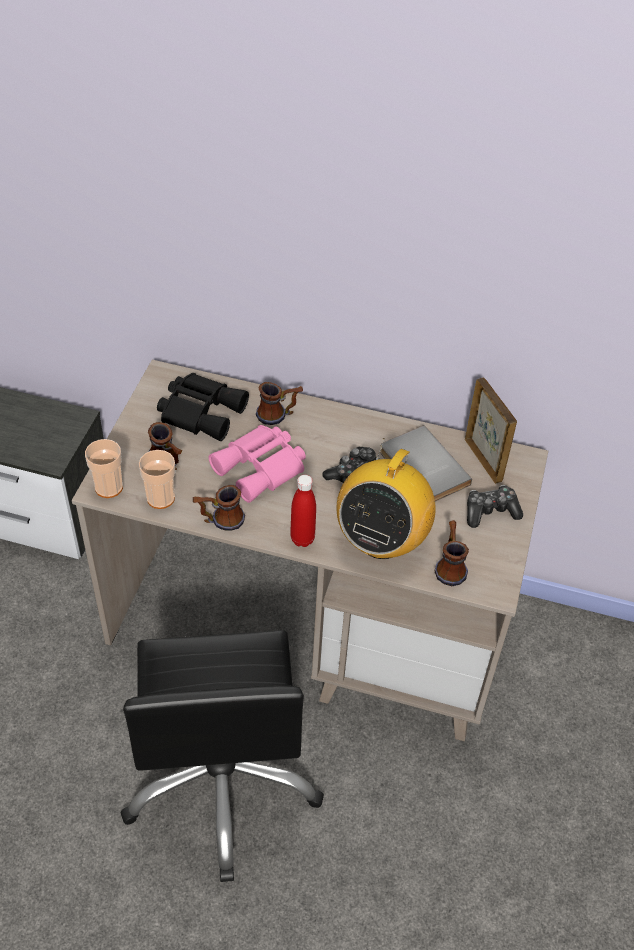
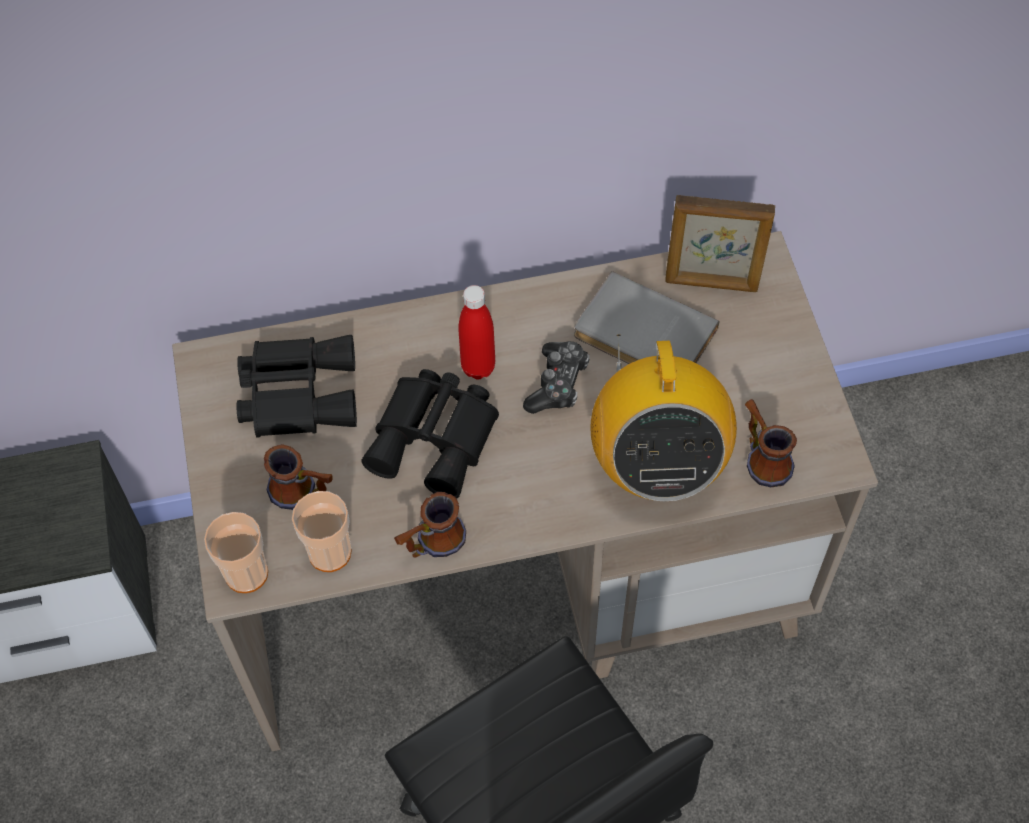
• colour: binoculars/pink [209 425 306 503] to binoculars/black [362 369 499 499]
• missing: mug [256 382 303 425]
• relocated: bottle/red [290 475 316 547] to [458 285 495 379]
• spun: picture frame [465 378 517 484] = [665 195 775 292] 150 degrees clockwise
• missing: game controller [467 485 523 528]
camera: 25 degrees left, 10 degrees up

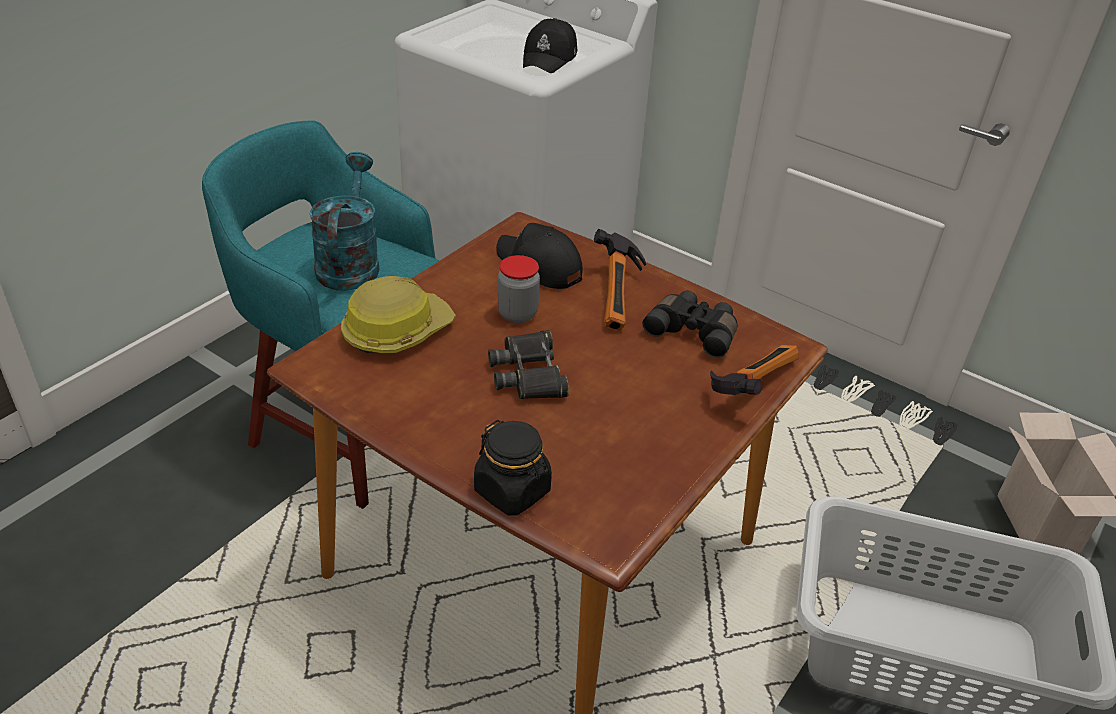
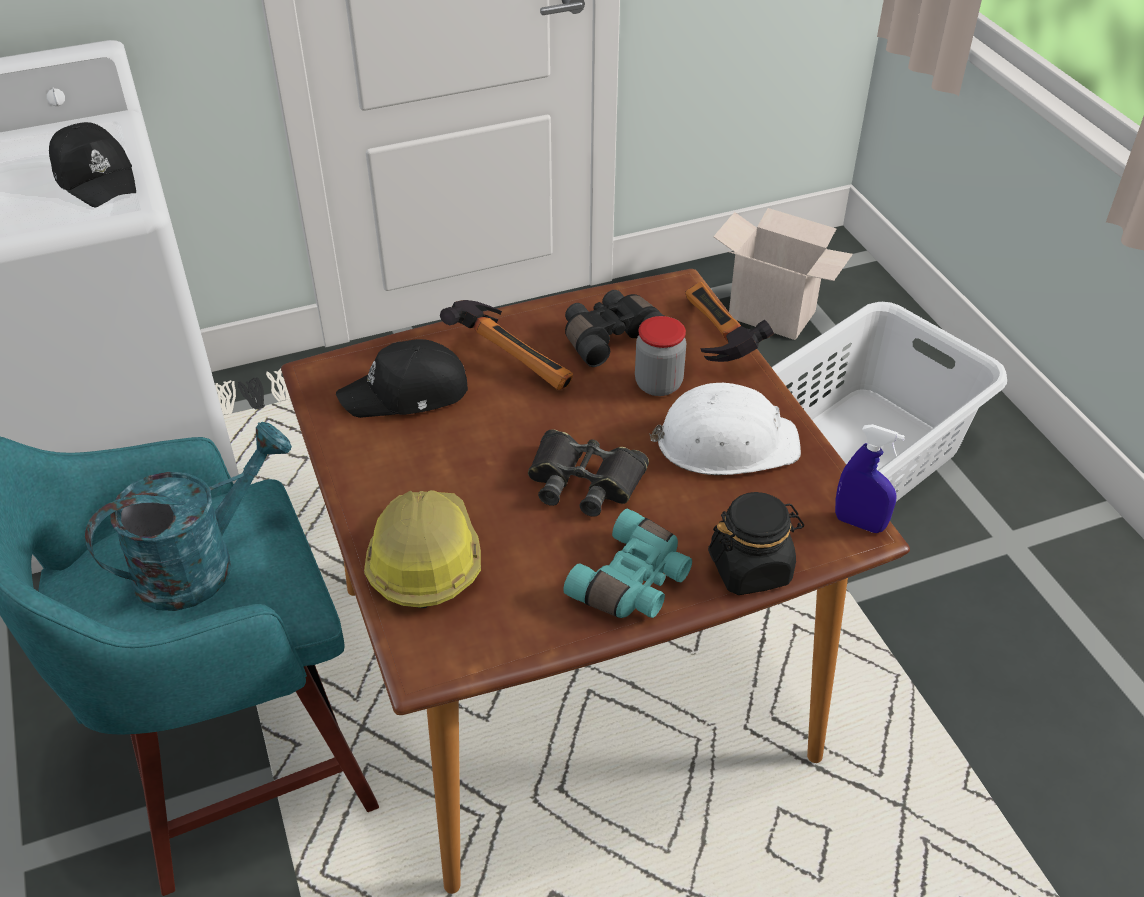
• spun: watering can/turquoise [309 152 380 291] = [85 422 292 611] 105 degrees clockwise
• relocated: jar [497 255 540 323] to [635 316 686 396]
• appeared: binoculars/turquoise [563 509 692 618]
• appeared: hard hat/white [649 383 801 475]
• appeared: spray bottle/blue [835 424 905 533]
camera: 55 degrees left, 5 degrees up

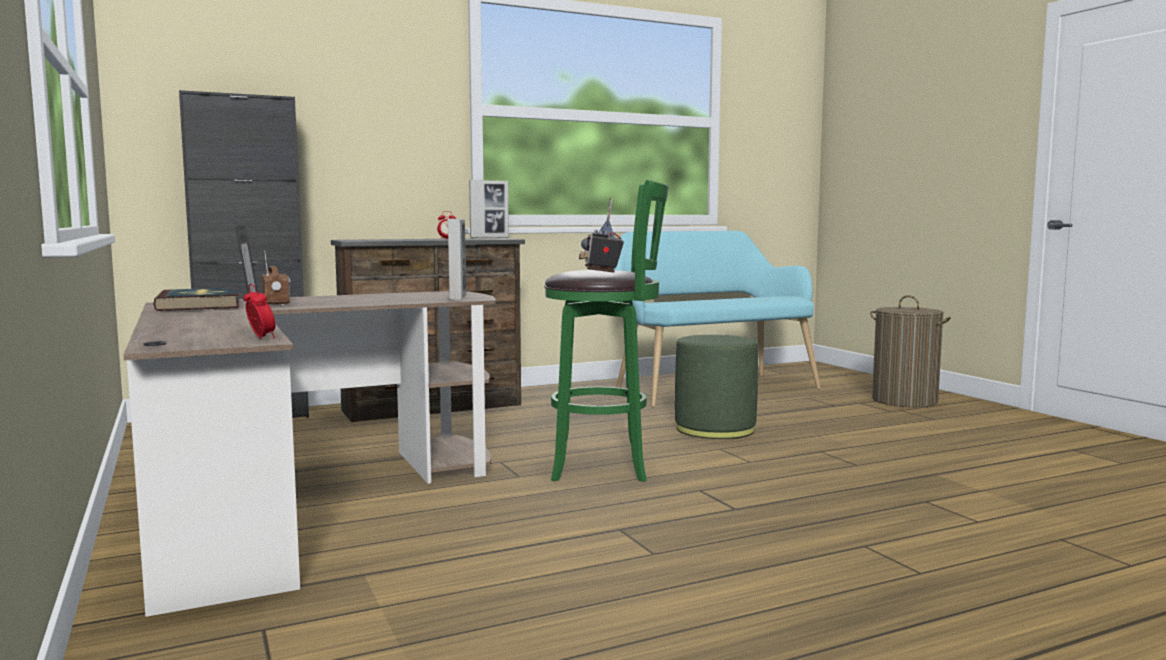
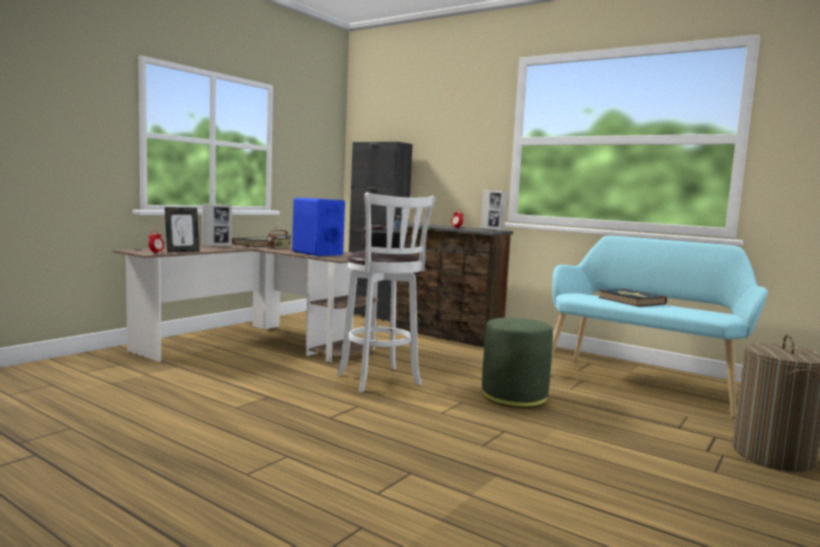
• relocated: picture frame [447 218 466 300] to [202 204 232 247]
• colour: stool/green [544 180 669 482] to stool/white [337 193 435 393]
• appeared: speaker/blue [292 198 345 256]
• appeared: book [598 289 667 307]
camera: 60 degrees right, 0 degrees up

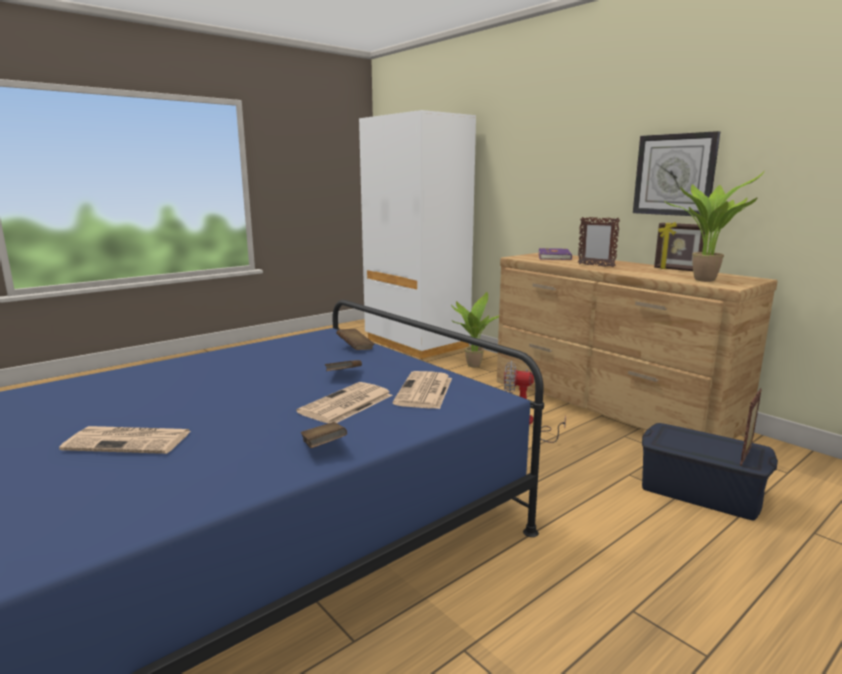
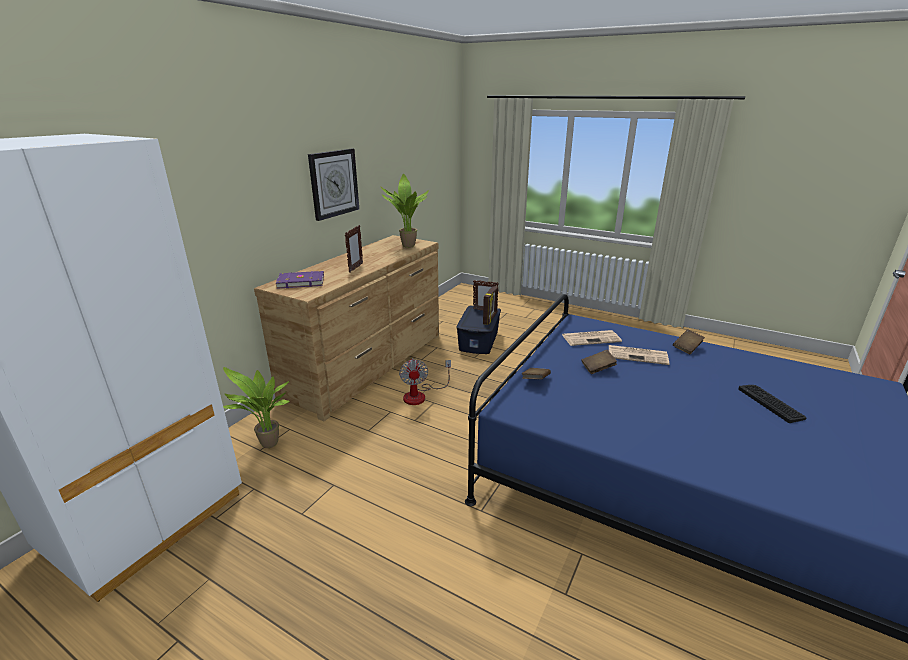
• exchanged: newspaper [59 426 191 454] to keyboard [738 385 806 423]
• relocated: picture frame [654 222 705 271] to [483 286 498 325]
camera: 110 degrees left, 10 degrees up

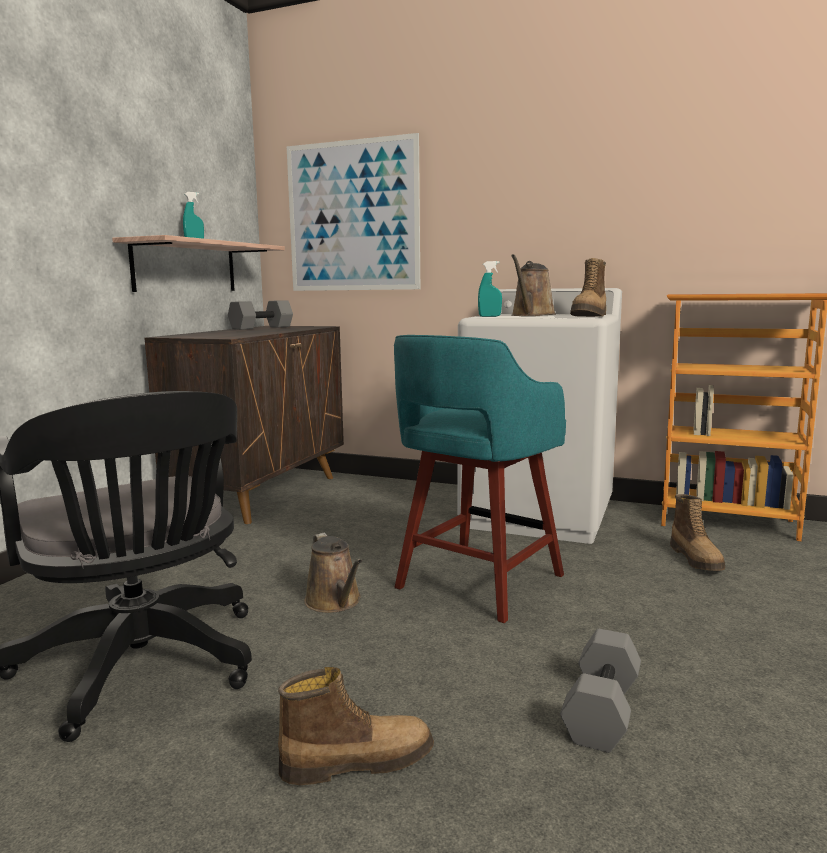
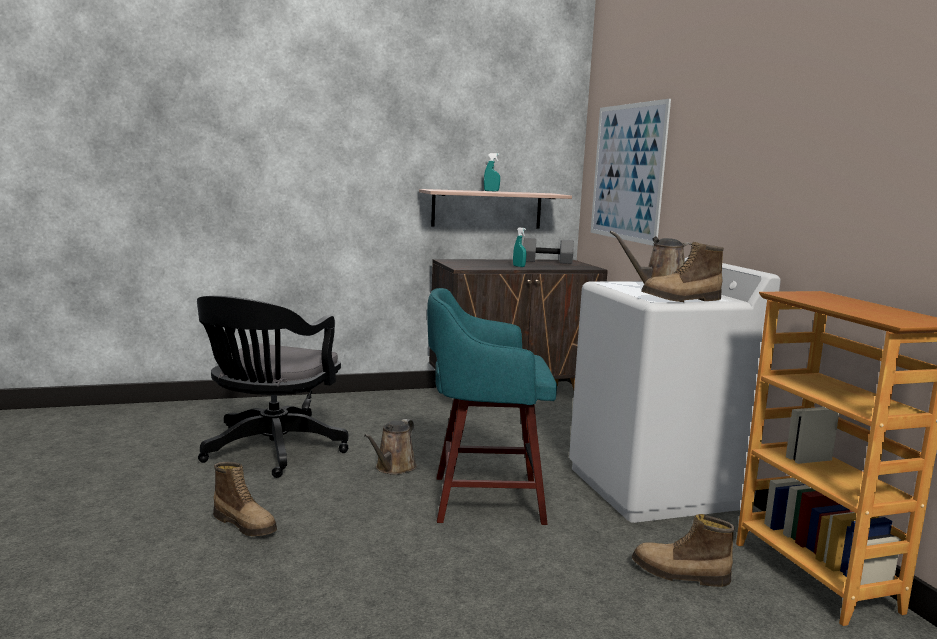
• relocated: spray bottle/turquoise [478 261 502 317] to [513 228 526 267]
• missing: dumbbell/grey [560 629 641 753]
• spun: boot [670 494 725 571] = [632 514 735 587] 60 degrees clockwise
camera: 50 degrees right, 0 degrees up

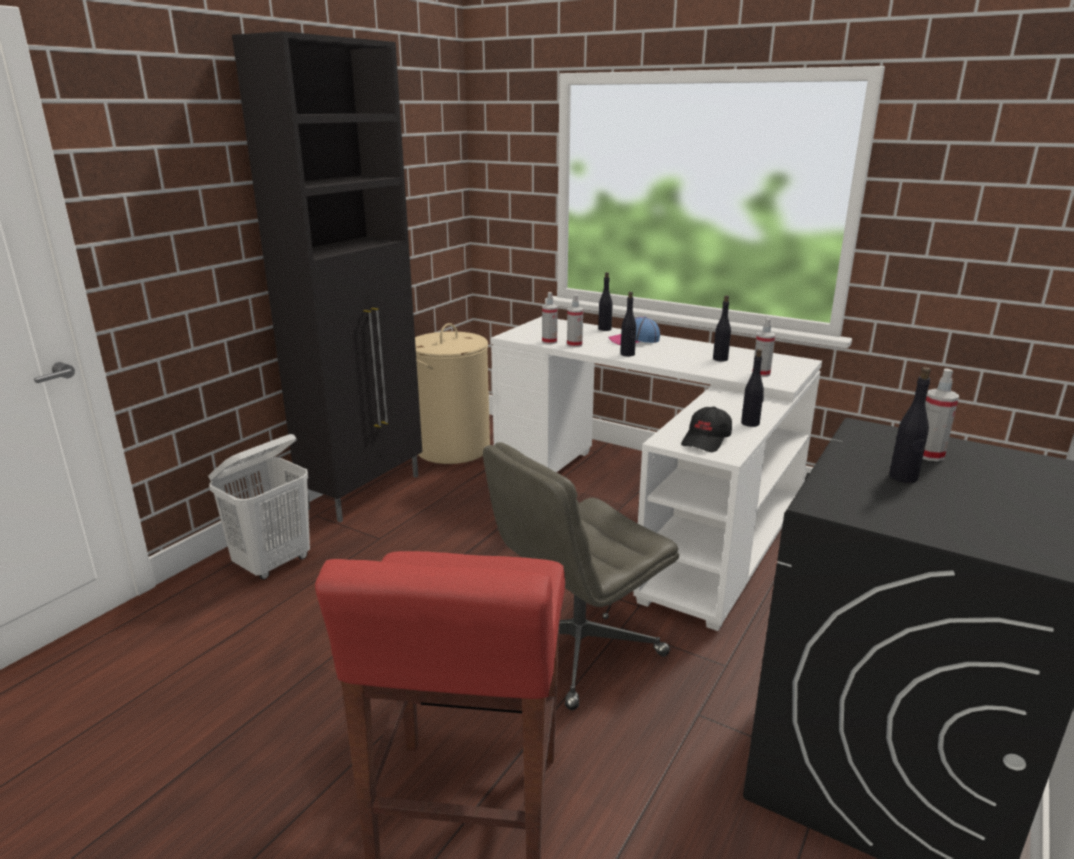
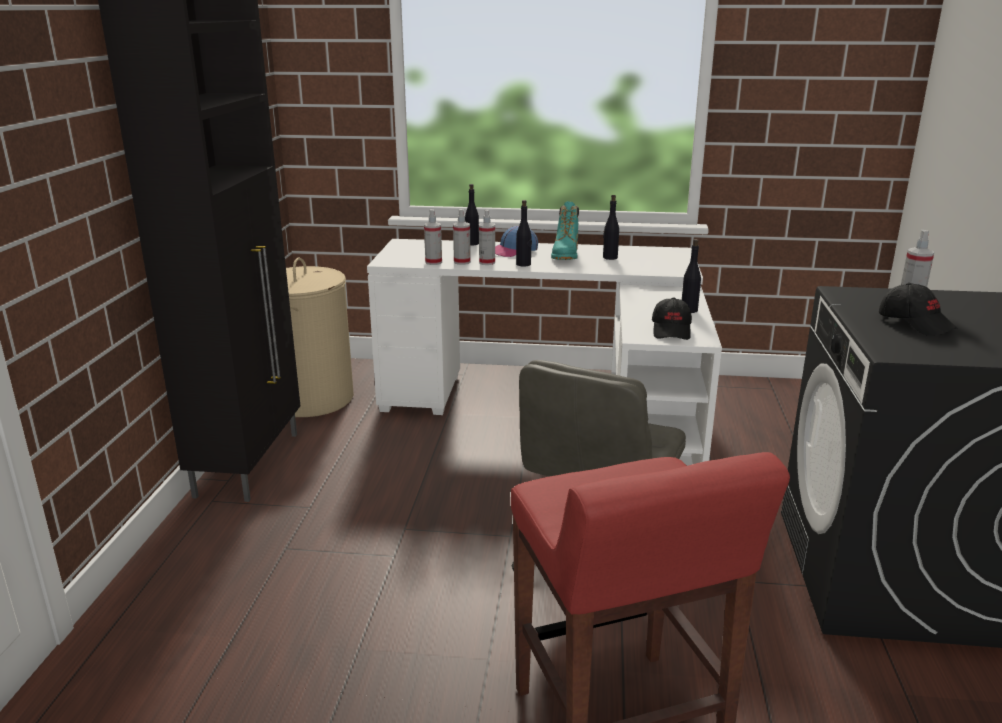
• missing: laundry basket/white [208 434 310 580]
• relocated: spray bottle [752 318 775 377] to [479 210 495 265]
• exchanged: bottle/black [889 367 931 483] to cap/black [879 283 958 336]
• appeared: boot/turquoise [551 201 579 260]
camera: 25 degrees left, 0 degrees up

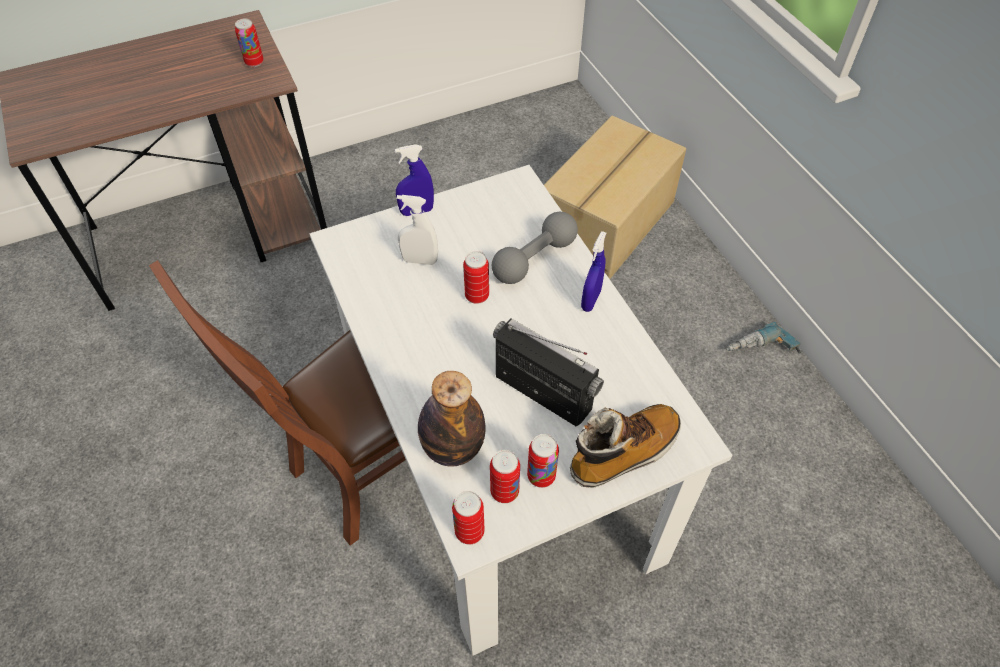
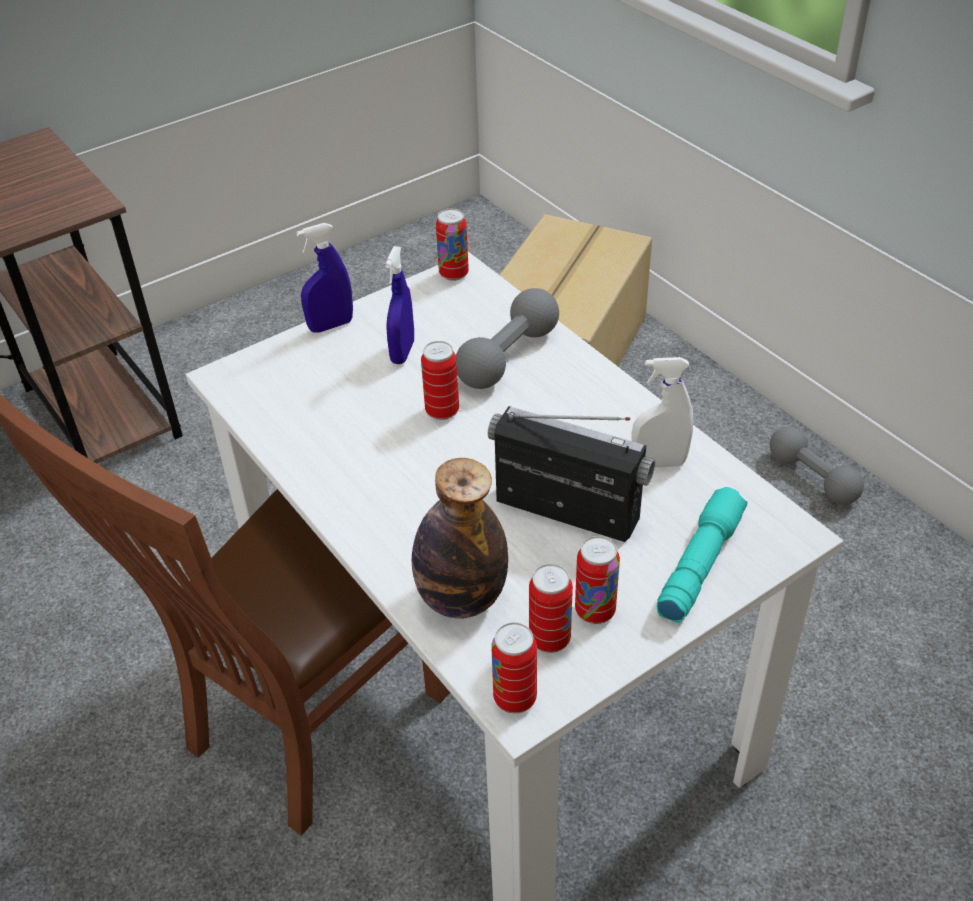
• relocated: can [235 18 264 67] to [436 209 469 281]
• relocated: spray bottle/white [397 195 438 265] to [632 357 693 468]
• exchanged: boot [570 404 681 488] to flashlight/turquoise [657 487 748 623]
• relocated: spray bottle/blue [581 231 606 312] to [385 246 414 364]
• exchanged: power drill [726 322 801 354] to dumbbell/grey [770 426 864 505]
camera: 10 degrees left, 10 degrees down

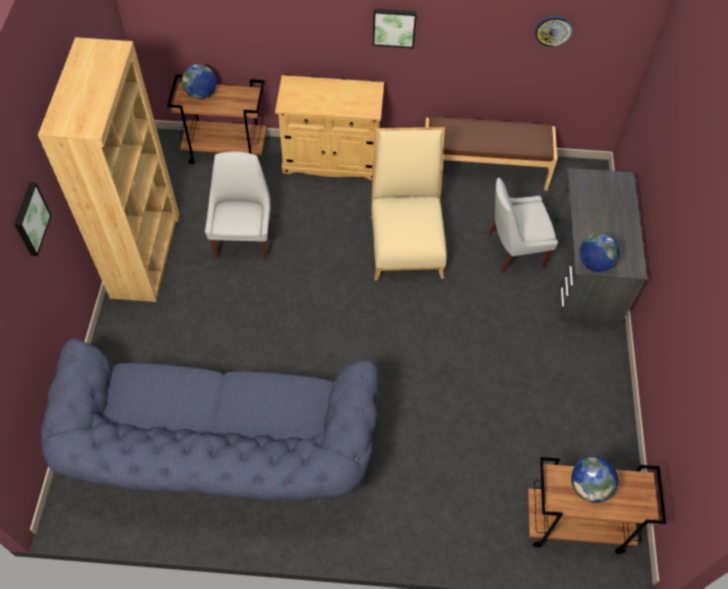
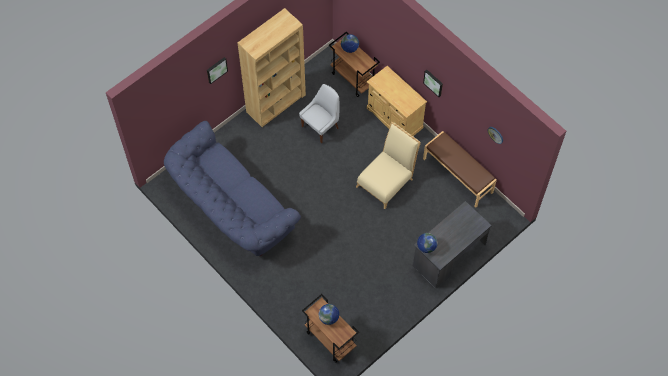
• missing: chair/white [488 178 558 273]
camera: 45 degrees right, 5 degrees up

